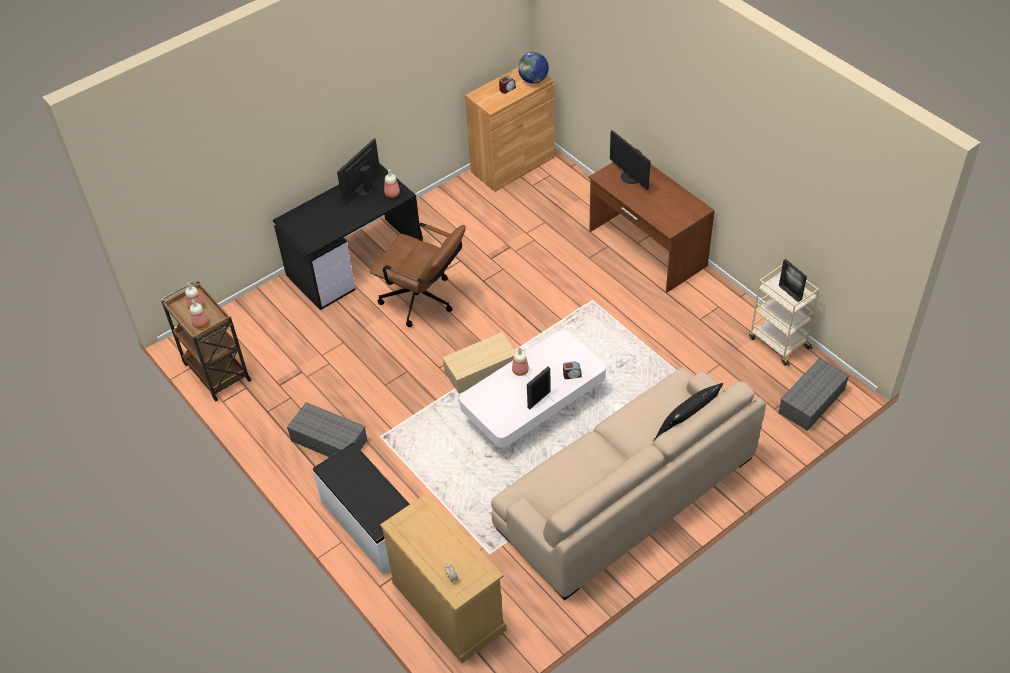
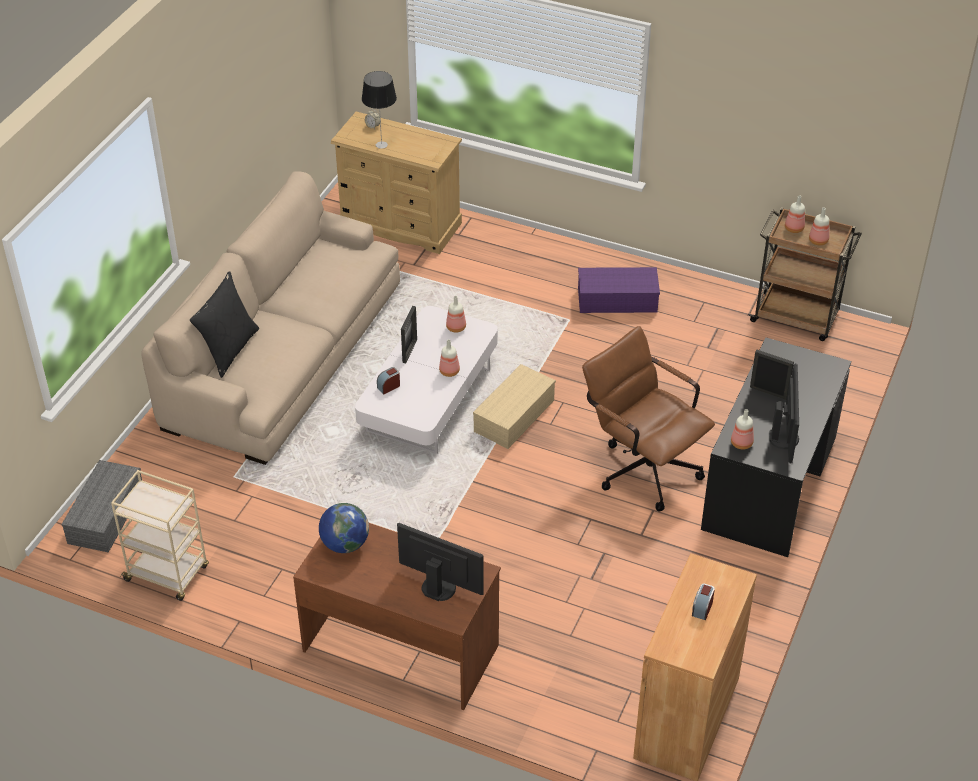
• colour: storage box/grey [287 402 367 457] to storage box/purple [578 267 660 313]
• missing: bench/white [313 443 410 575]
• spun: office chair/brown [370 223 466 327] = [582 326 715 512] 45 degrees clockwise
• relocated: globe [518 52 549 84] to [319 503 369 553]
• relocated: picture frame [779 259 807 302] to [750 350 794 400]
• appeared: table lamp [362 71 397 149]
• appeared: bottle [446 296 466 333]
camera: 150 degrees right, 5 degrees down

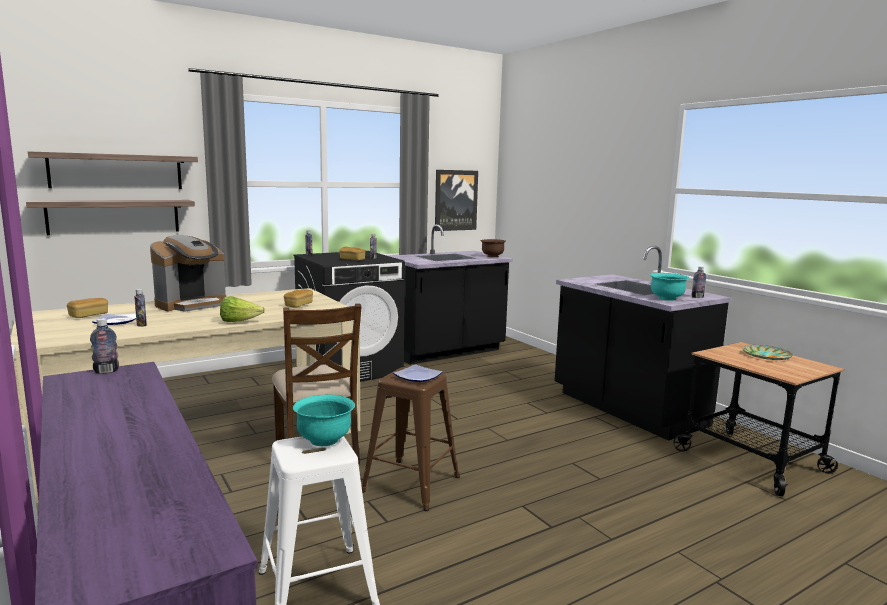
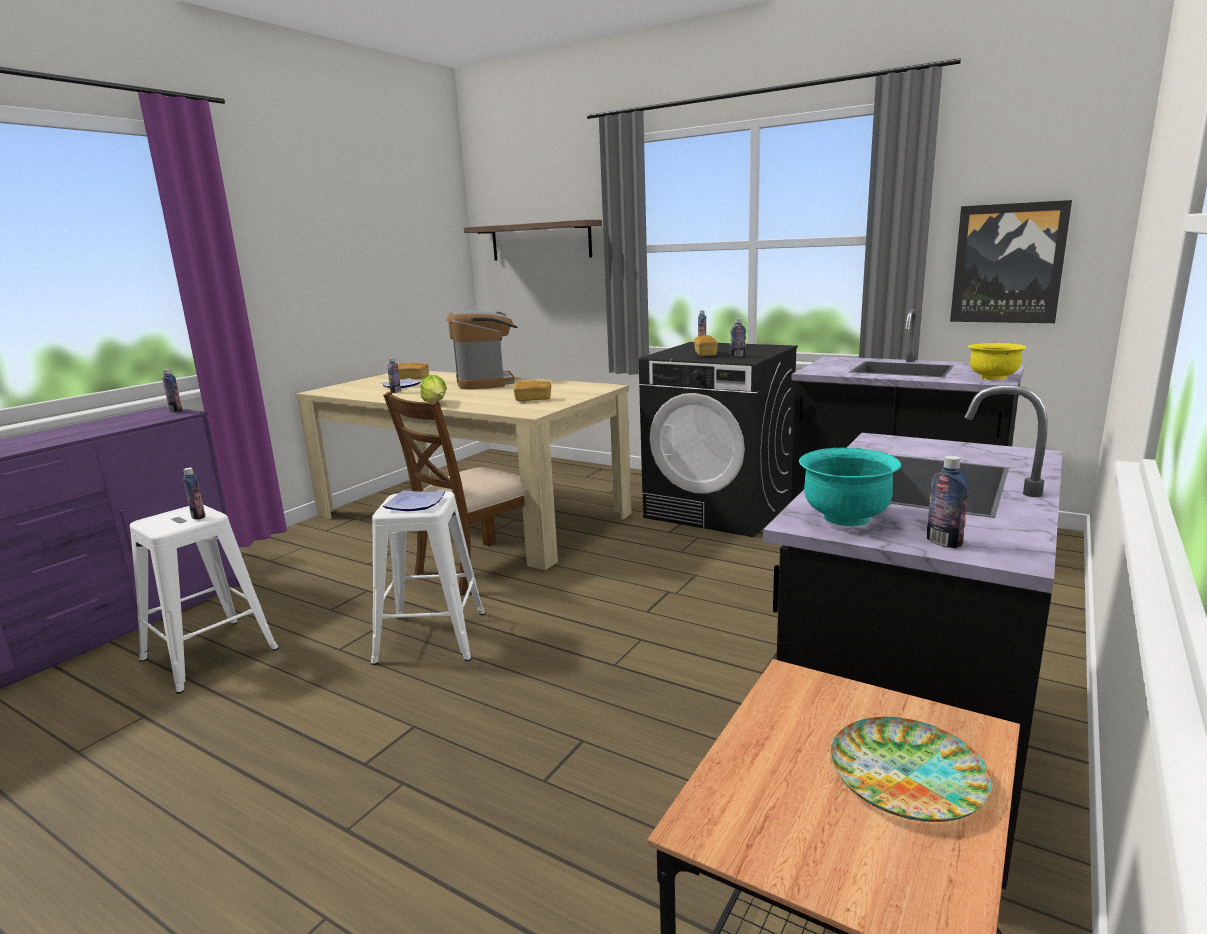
• missing: shelf [26 200 195 235]
• spun: coffee machine [150 235 226 312] = [446 311 518 390] 120 degrees counterclockwise
• exchanged: bowl/turquoise [293 394 355 446] to bottle [183 468 206 520]
• colour: stool/brown [362 367 460 511] to stool/white [371 491 485 665]
• colour: bowl/brown [481 239 506 257] to bowl/yellow [968 343 1026 380]
camera: 65 degrees right, 5 degrees up

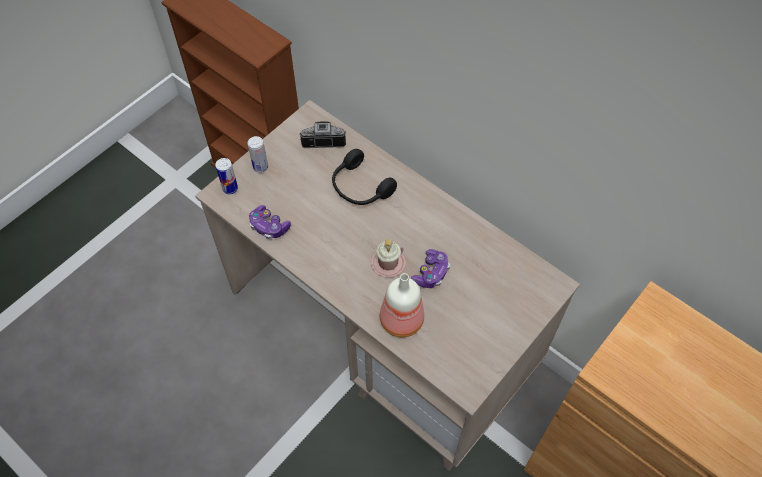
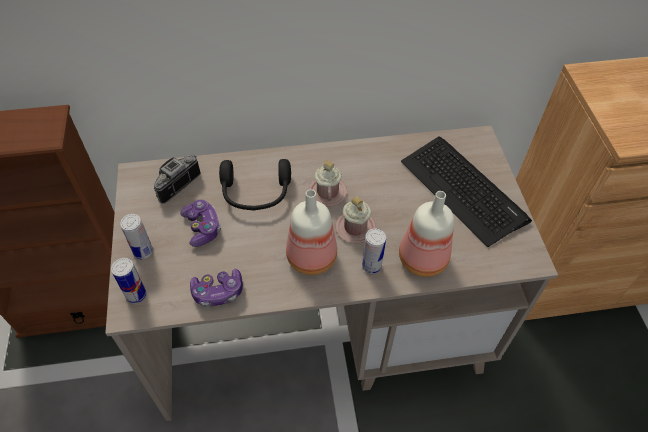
• relocated: game controller [411 249 450 288] to [180 200 221 247]
• appeared: bottle [286 189 337 275]
• appeared: mug/pink [308 160 347 206]
• appeared: can [362 229 386 274]
• appeared: keyboard [401 136 532 247]
camera: 50 degrees left, 5 degrees down

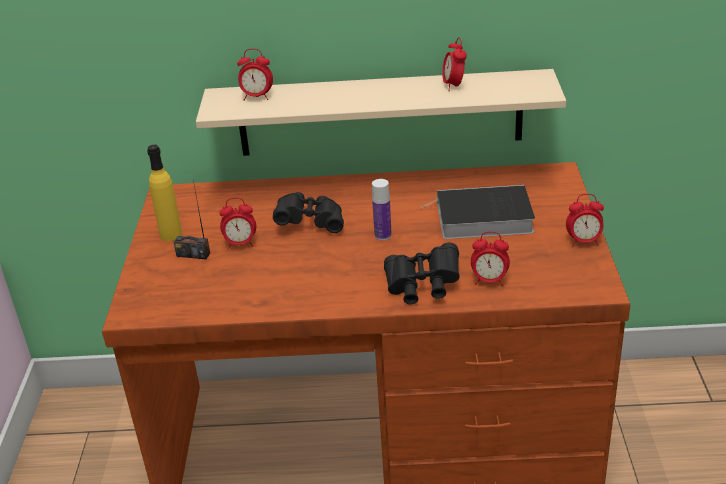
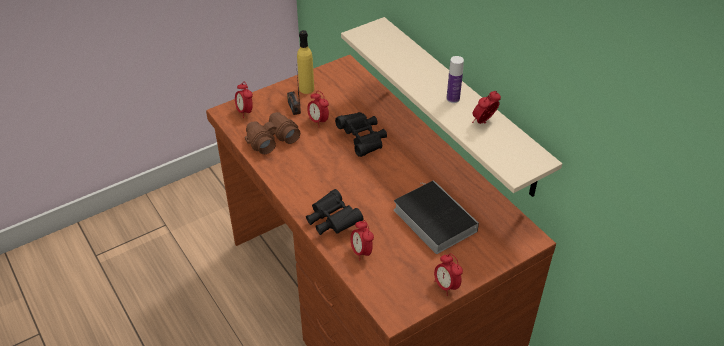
• relocated: alarm clock [237 49 273 101] to [235 82 253 118]
• relocated: bottle [372 179 392 240] to [446 56 464 103]
• appeared: binoculars/brown [245 112 300 154]
camera: 55 degrees right, 10 degrees up

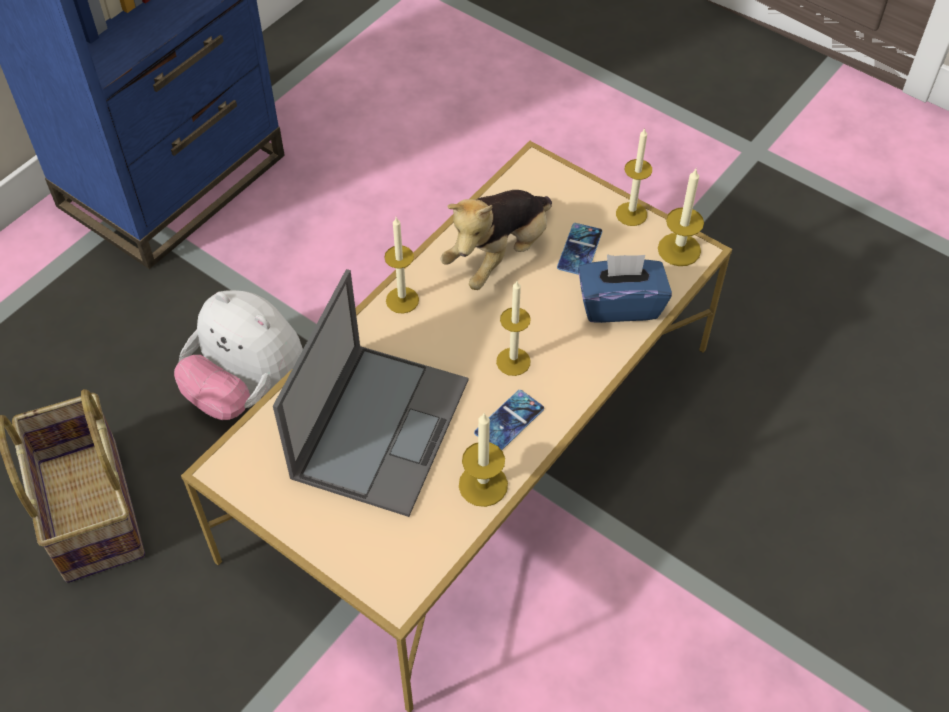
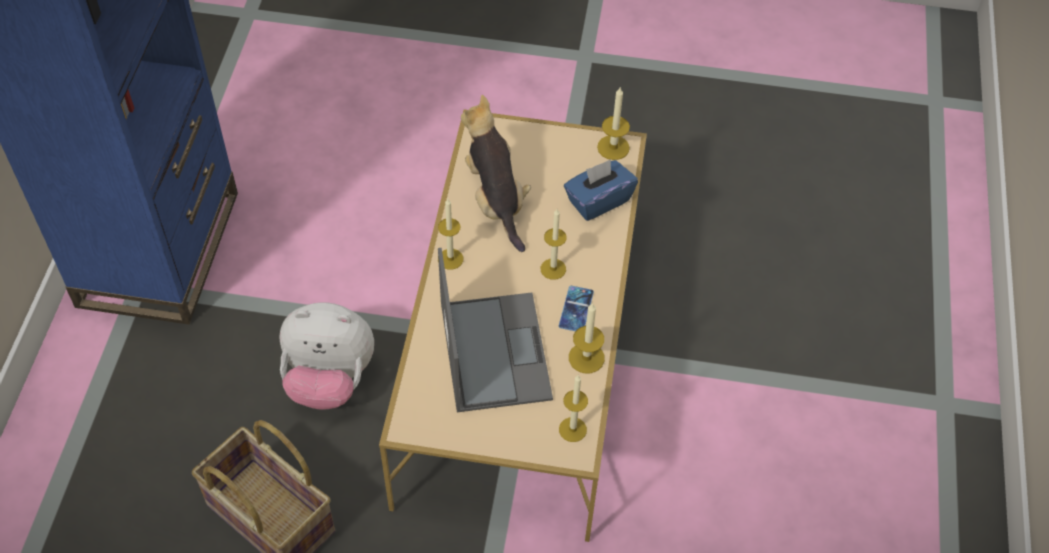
• spun: plush toy [441 190 552 290] = [461 95 531 252] 150 degrees clockwise
• missing: phone [557 223 602 275]
• relocated: candle [616 128 652 226] to [559 375 588 442]
camera: 30 degrees left, 0 degrees up

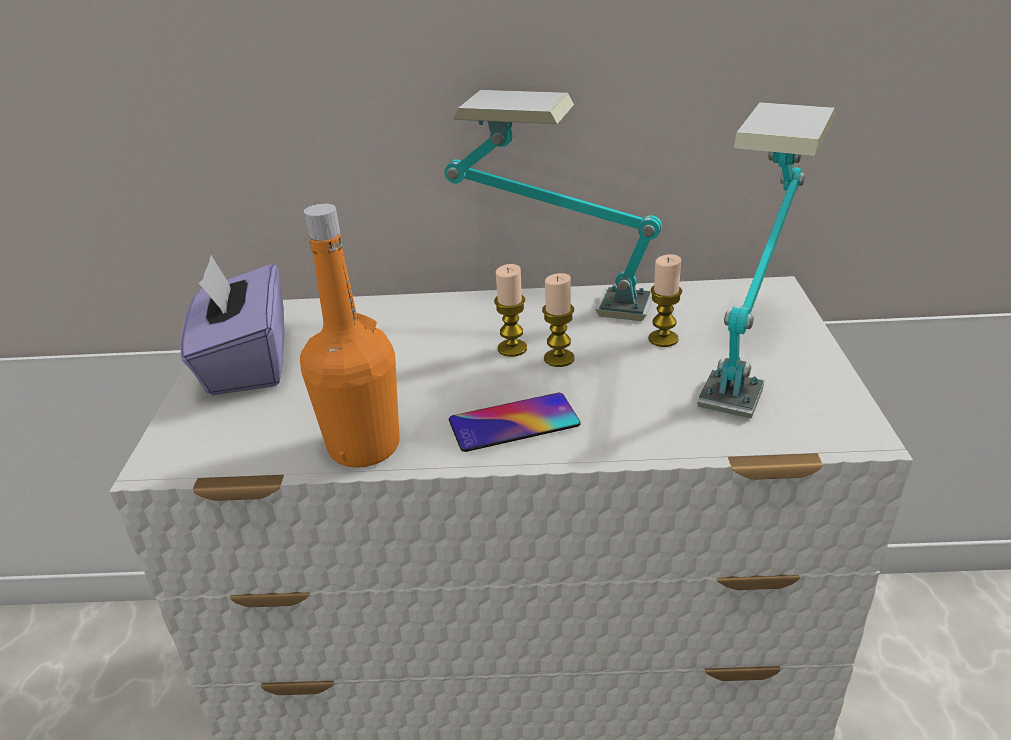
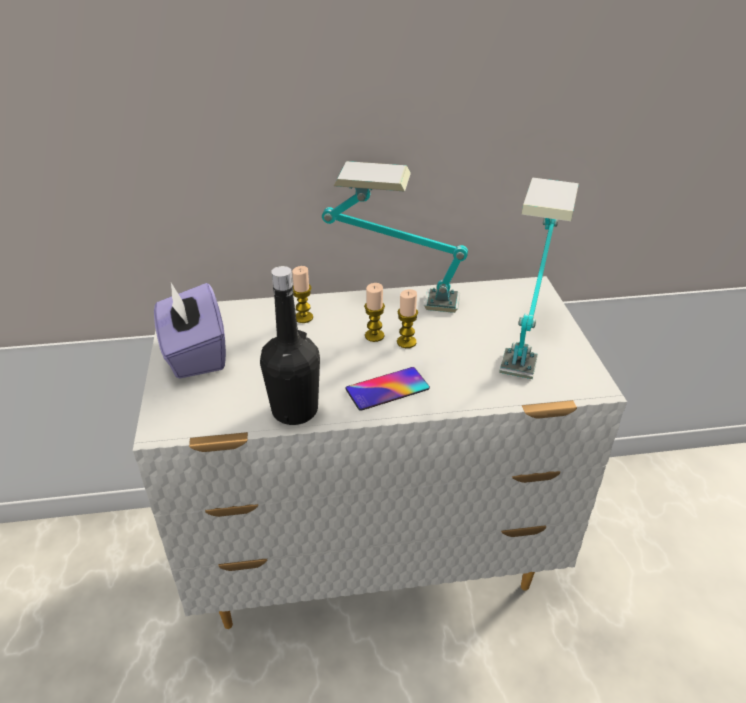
• colour: bottle/orange [300 203 400 468] to bottle/black [260 266 320 425]
• relocated: candle [648 254 682 347] to [292 266 313 323]
camera: 10 degrees left, 5 degrees up

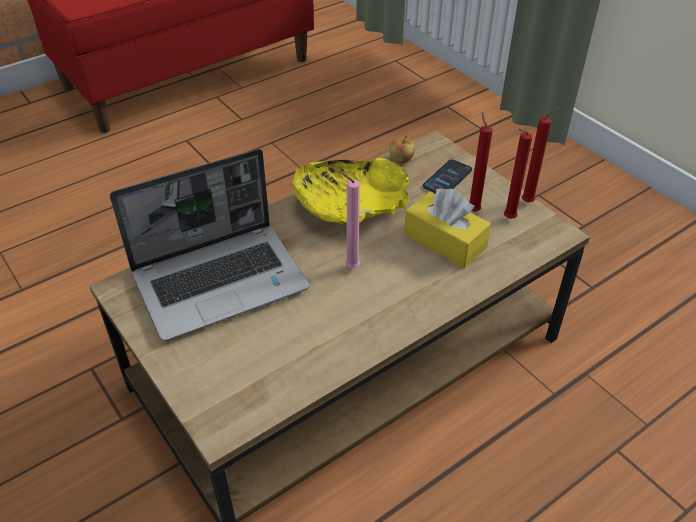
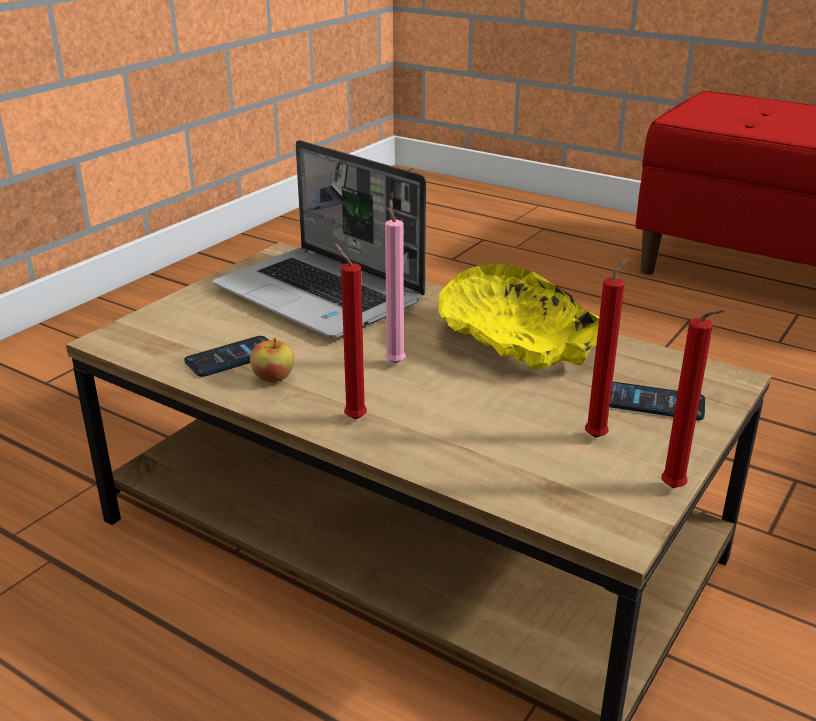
• relocated: apple [389 135 415 164] to [250 338 294 383]
• missing: tissue box/yellow [404 188 491 268]
• relocated: candle/red [504 129 533 219] to [334 243 367 419]
• appeared: phone [184 336 268 377]
camera: 70 degrees right, 15 degrees down

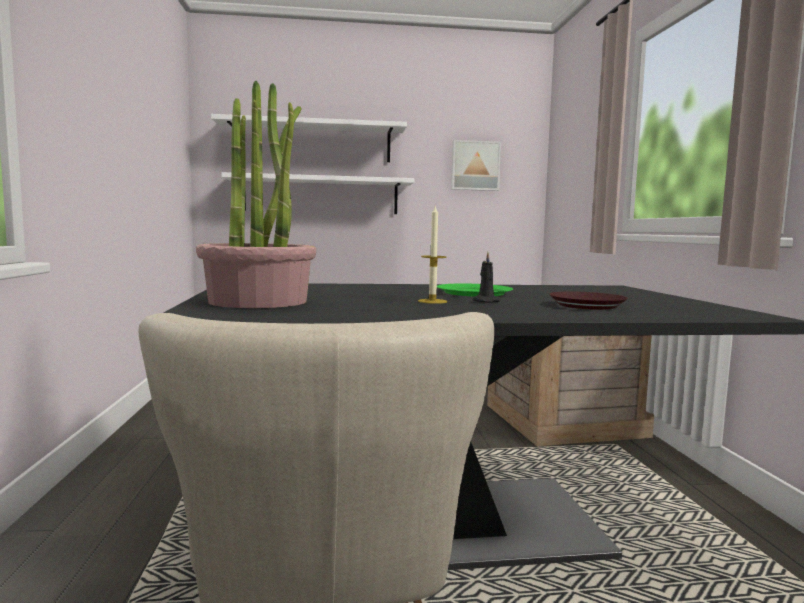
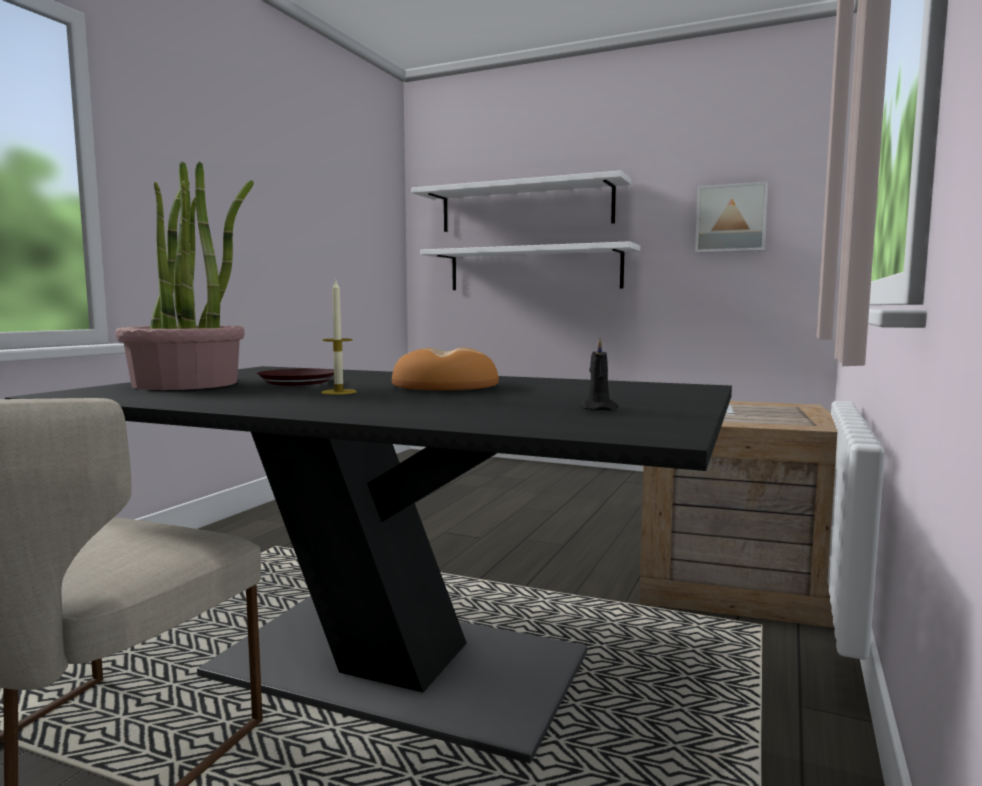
• exchanged: plate/green [437 283 513 296] to bread [392 348 499 391]
• relocated: candle/black [473 252 501 303] to [581 338 619 411]
• relocated: plate/brown [549 292 628 310] to [257 368 334 385]
camera: 30 degrees right, 0 degrees up

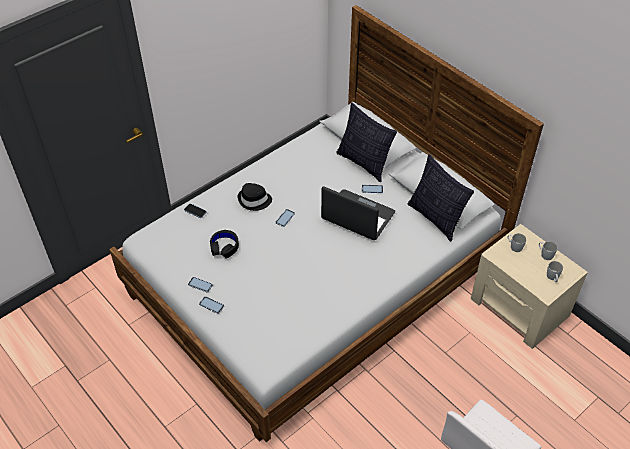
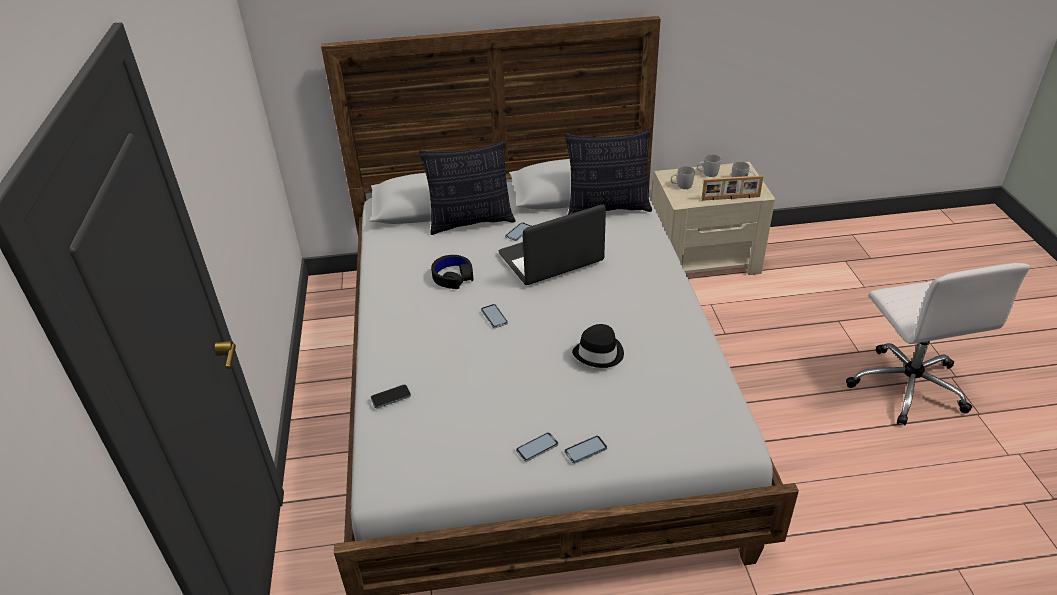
• relocated: headphones/black [210 230 239 259] to [431 255 474 289]
• relocated: hat/black [238 183 272 211] to [572 324 624 368]
• appeared: picture frame [702 175 763 201]
camera: 55 degrees left, 10 degrees down

